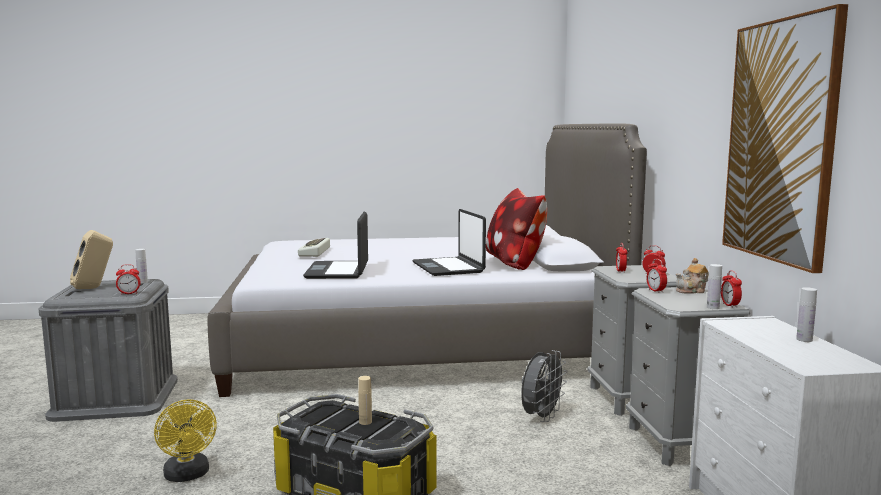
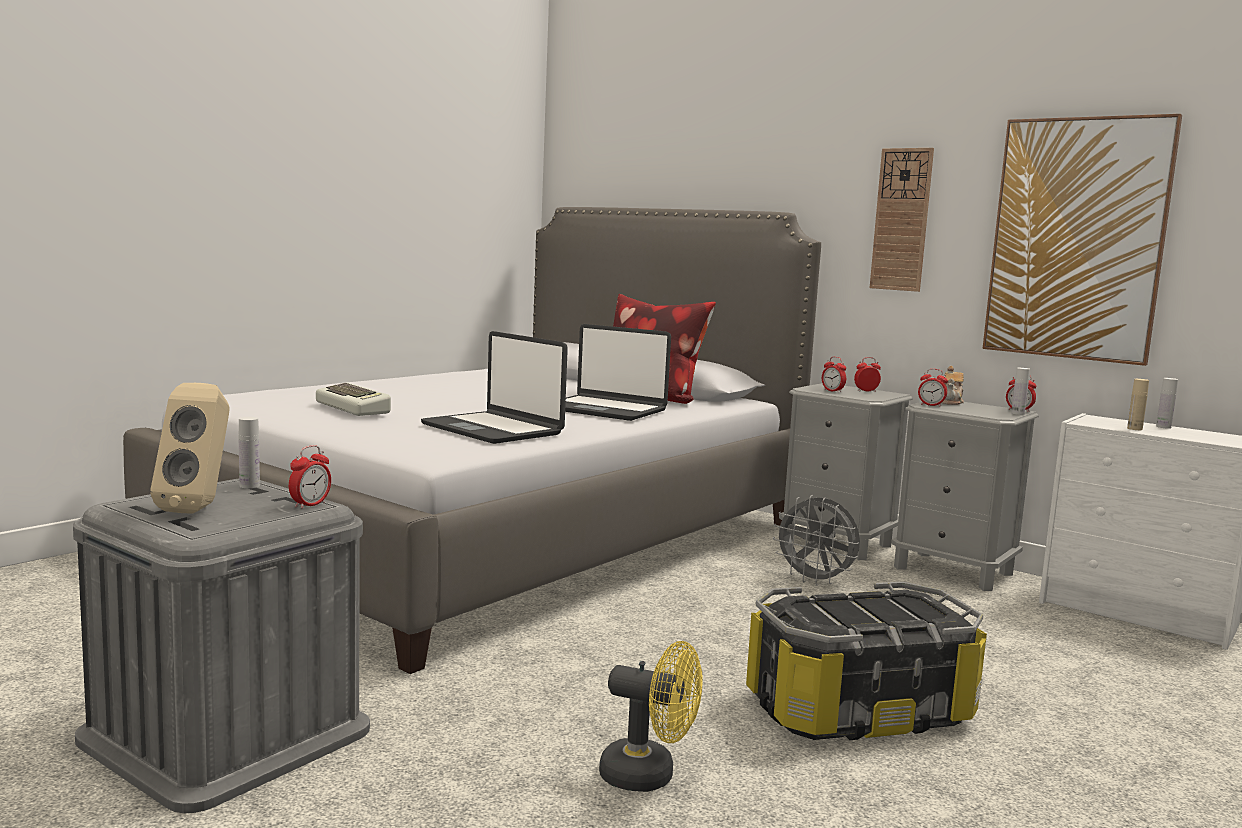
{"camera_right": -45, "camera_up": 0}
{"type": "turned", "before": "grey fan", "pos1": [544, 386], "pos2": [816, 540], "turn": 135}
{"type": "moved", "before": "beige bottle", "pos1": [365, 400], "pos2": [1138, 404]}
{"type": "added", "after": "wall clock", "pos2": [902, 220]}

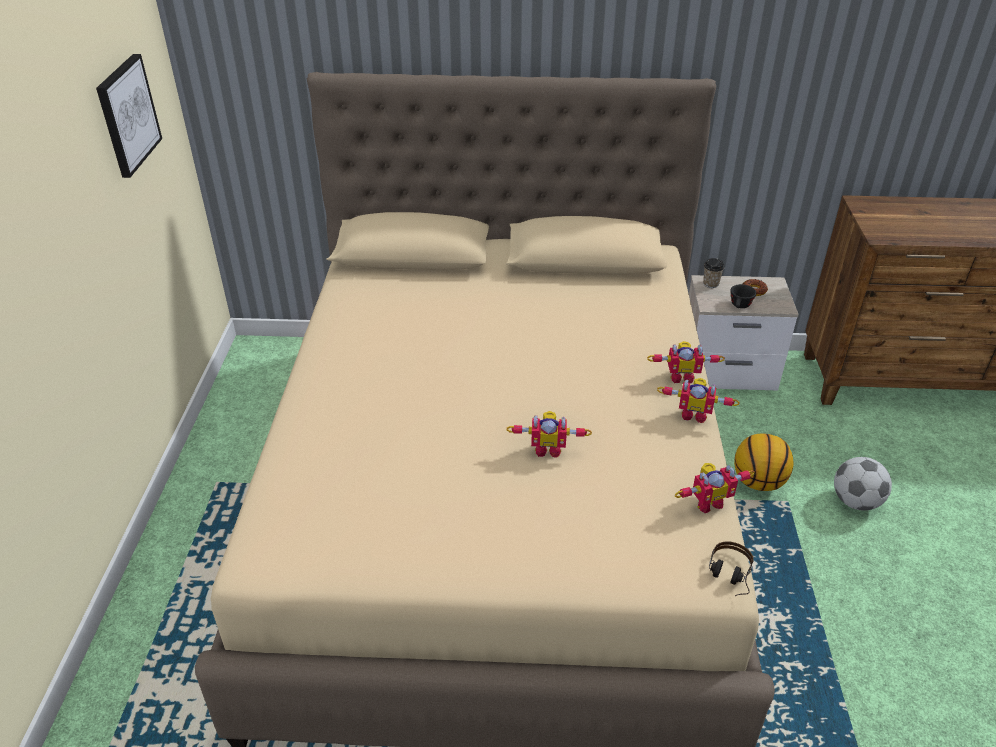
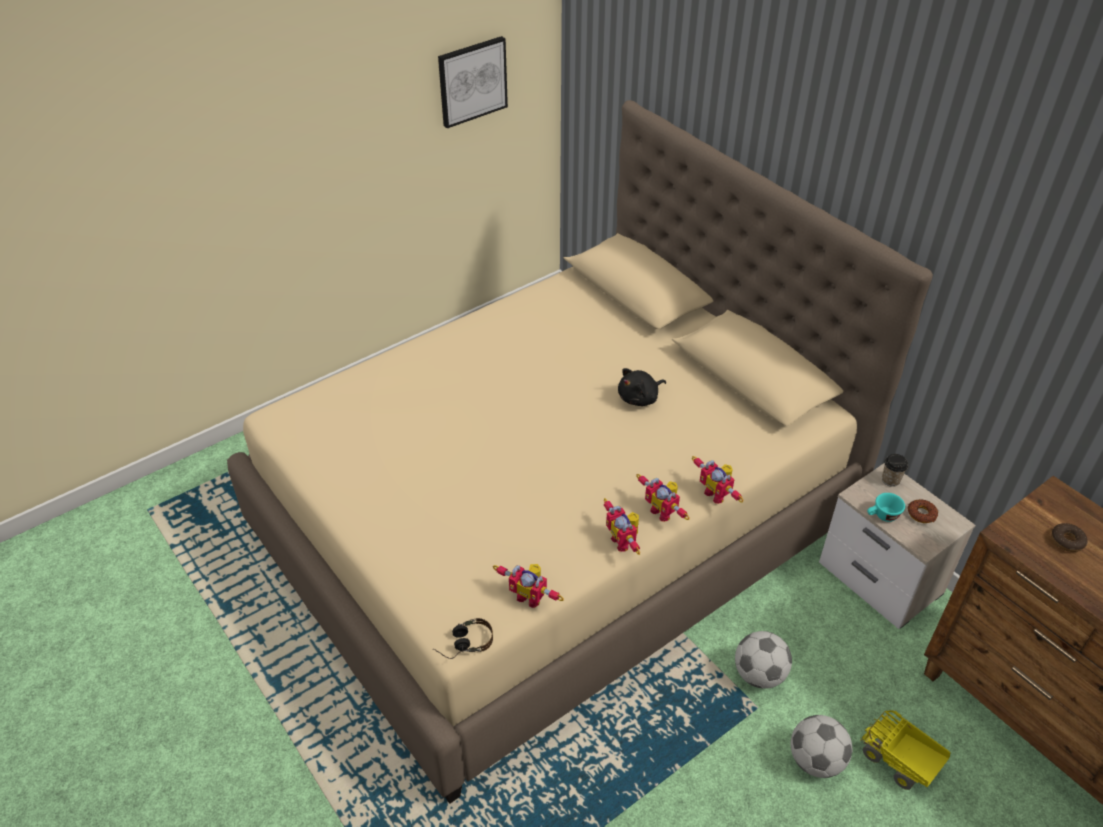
{"camera_right": 50, "camera_up": 5}
{"type": "recoloured", "before": "black cup", "after": "turquoise cup", "pos1": [743, 296], "pos2": [886, 507]}
{"type": "moved", "before": "toy robot", "pos1": [549, 434], "pos2": [718, 480]}
{"type": "replaced", "before": "basketball", "after": "football", "pos1": [763, 462], "pos2": [763, 660]}
{"type": "added", "after": "black plush toy", "pos2": [642, 387]}
{"type": "added", "after": "donut", "pos2": [1069, 537]}
{"type": "added", "after": "toy truck", "pos2": [905, 750]}

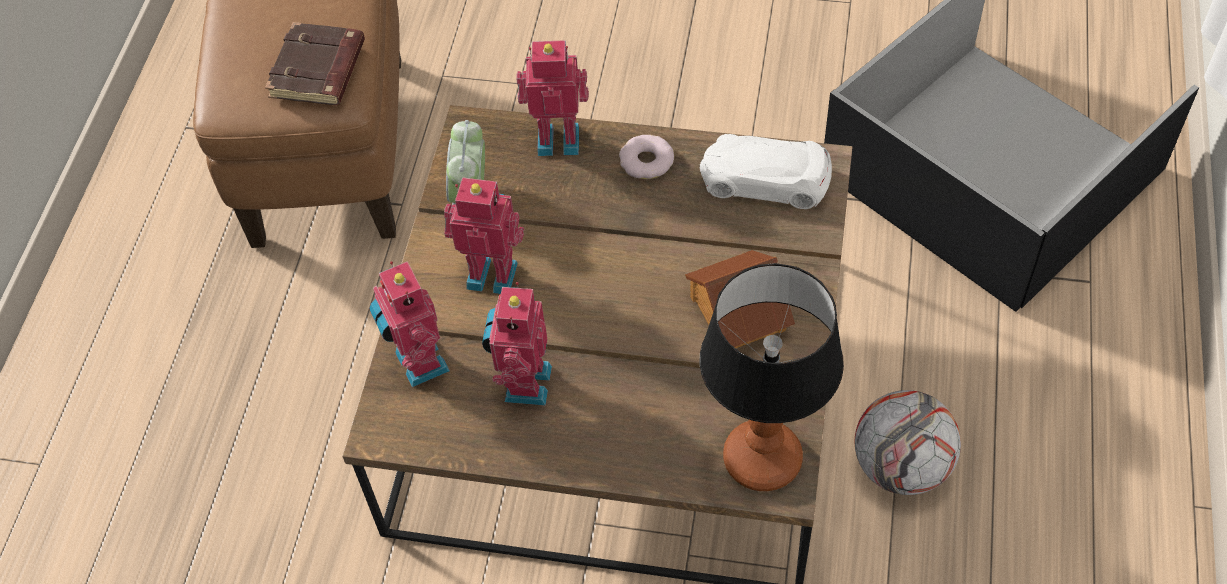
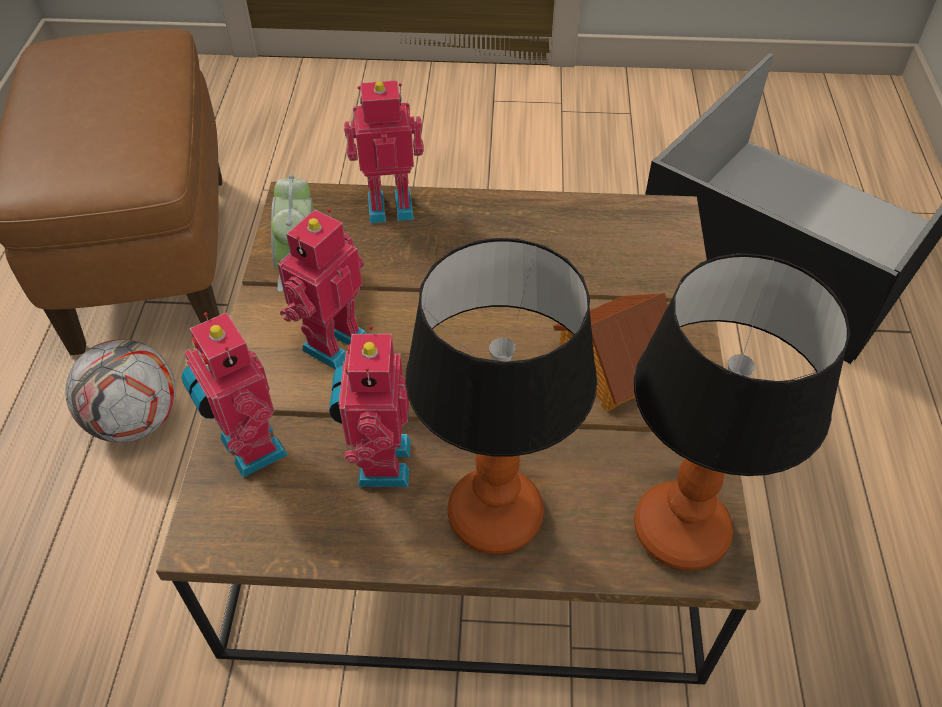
{"camera_right": -10, "camera_up": -5}
{"type": "removed", "before": "brown book", "pos1": [315, 63]}
{"type": "removed", "before": "white toy car", "pos1": [766, 171]}
{"type": "removed", "before": "donut", "pos1": [646, 157]}
{"type": "turned", "before": "toy robot", "pos1": [484, 235], "pos2": [321, 289], "turn": -60}
{"type": "moved", "before": "football", "pos1": [908, 442], "pos2": [120, 391]}
{"type": "added", "after": "table lamp", "pos2": [501, 396]}

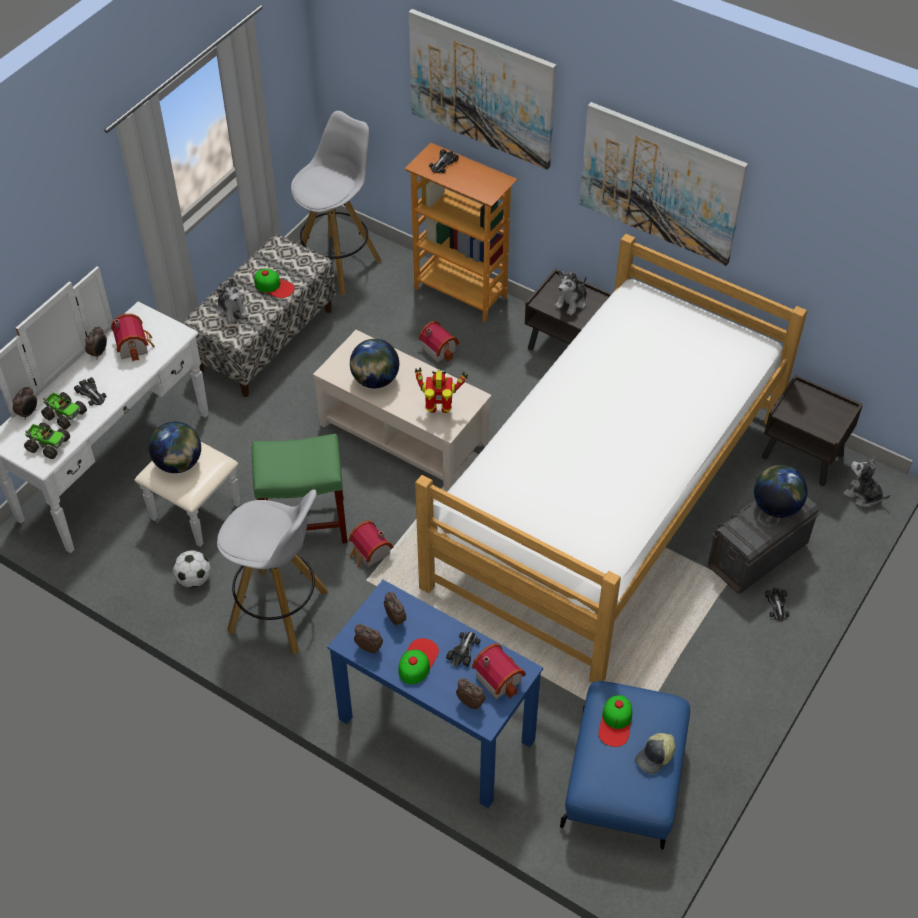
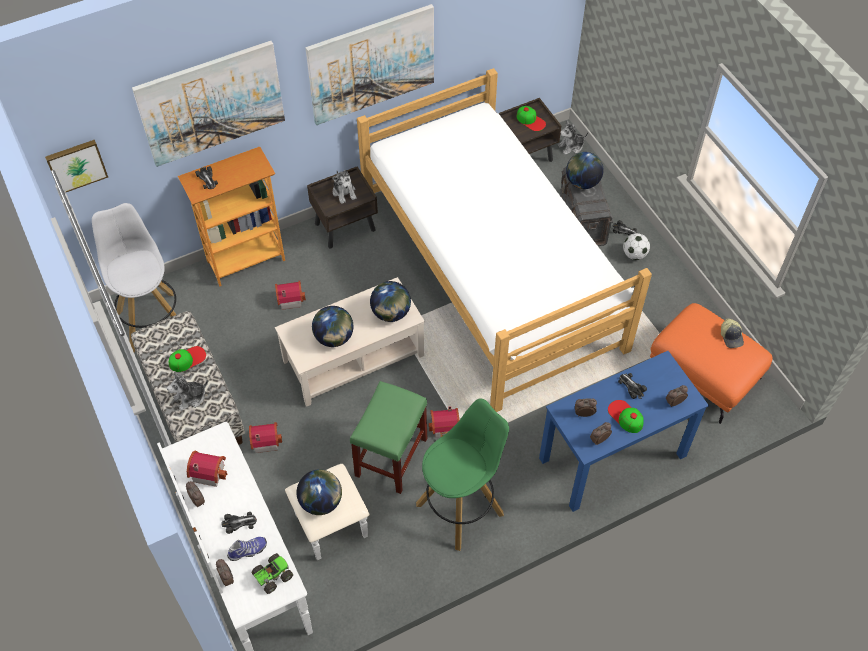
{"camera_right": -60, "camera_up": 5}
{"type": "turned", "before": "plush toy", "pos1": [232, 301], "pos2": [187, 391], "turn": 150}
{"type": "replaced", "before": "toy robot", "after": "globe", "pos1": [441, 390], "pos2": [390, 301]}
{"type": "replaced", "before": "toy truck", "after": "shoe", "pos1": [64, 411], "pos2": [247, 549]}
{"type": "recoloured", "before": "white stool", "after": "green stool", "pos1": [272, 571], "pos2": [462, 475]}
{"type": "moved", "before": "football", "pos1": [192, 569], "pos2": [636, 246]}
{"type": "moved", "before": "toy house", "pos1": [499, 671], "pos2": [265, 437]}
{"type": "recoloured", "before": "blue ottoman", "after": "orange ottoman", "pos1": [625, 765], "pos2": [711, 363]}
{"type": "moved", "before": "cap", "pos1": [615, 721], "pos2": [531, 118]}
{"type": "added", "after": "picture", "pos2": [76, 166]}

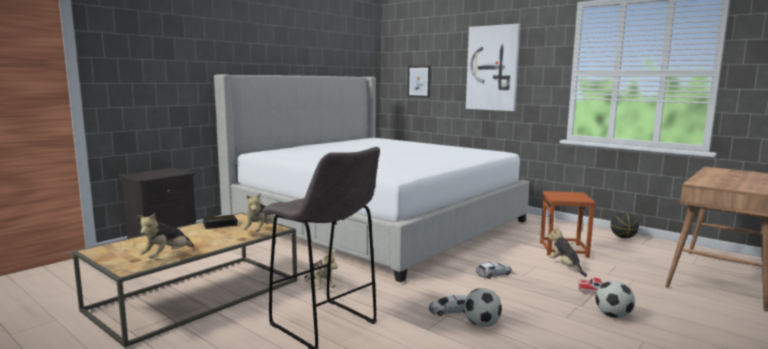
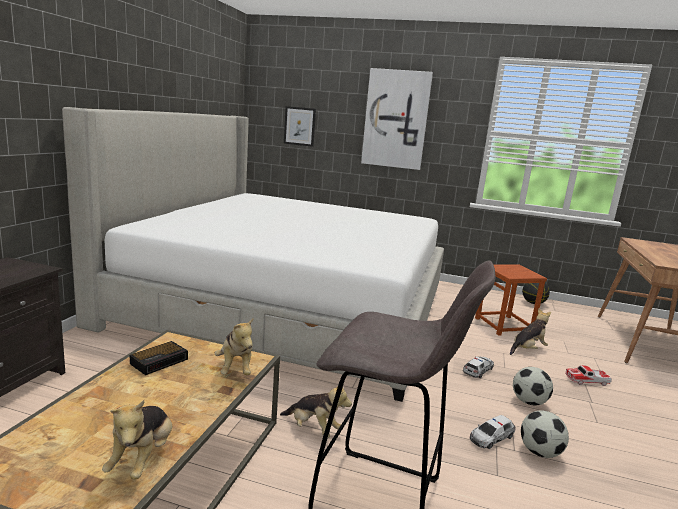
{"camera_right": -25, "camera_up": 5}
{"type": "turned", "before": "plush toy", "pos1": [567, 251], "pos2": [530, 331], "turn": 105}
{"type": "moved", "before": "football", "pos1": [615, 299], "pos2": [533, 386]}

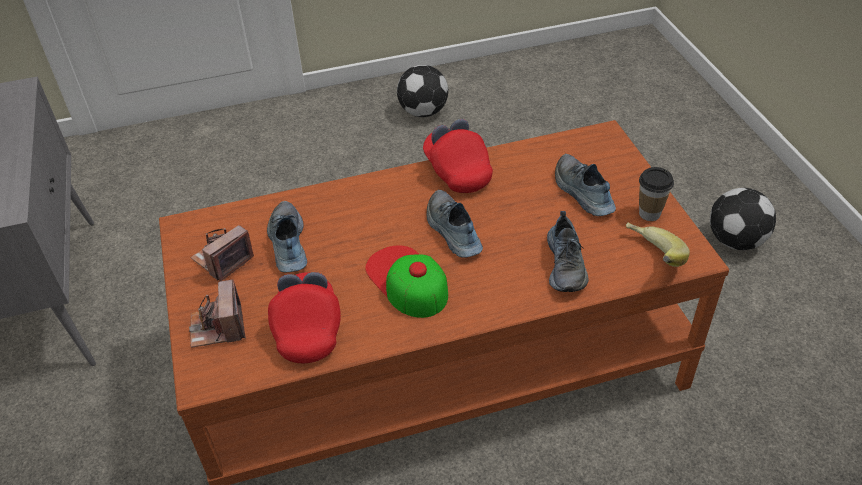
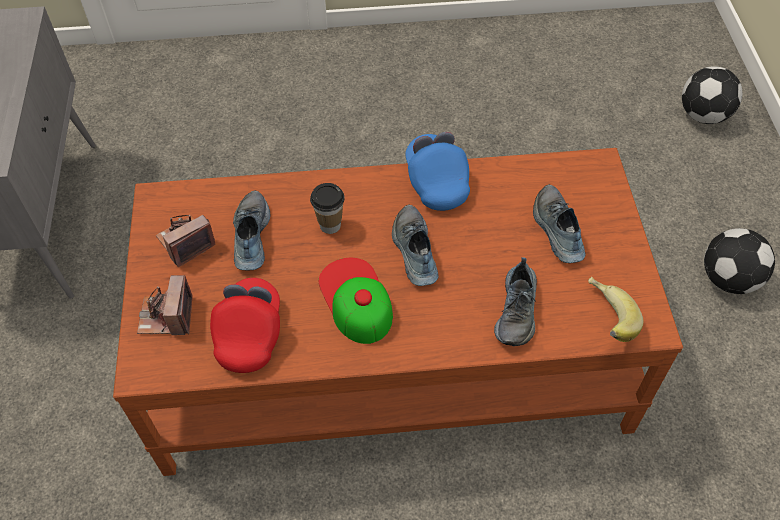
{"camera_right": 10, "camera_up": 10}
{"type": "moved", "before": "football", "pos1": [422, 91], "pos2": [712, 95]}
{"type": "recoloured", "before": "red cap", "after": "blue cap", "pos1": [458, 156], "pos2": [437, 171]}
{"type": "moved", "before": "cup", "pos1": [656, 194], "pos2": [327, 208]}

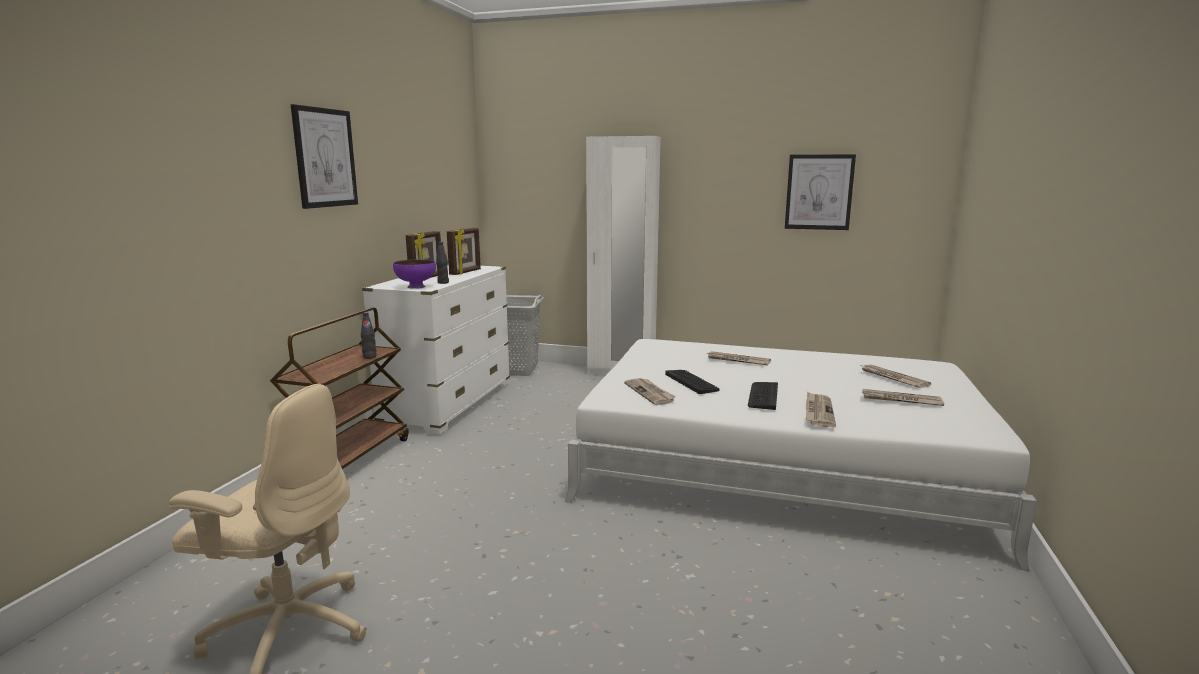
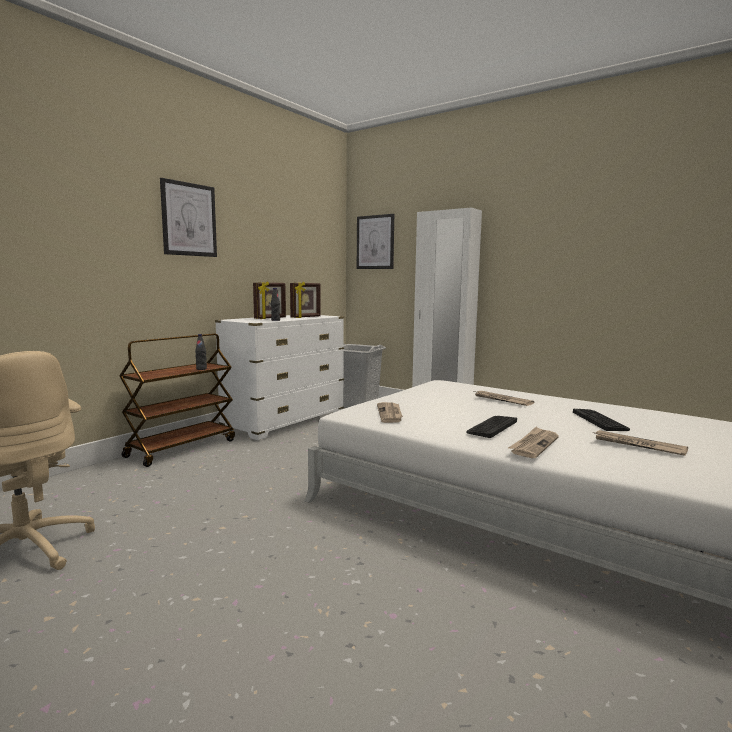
{"camera_right": 20, "camera_up": -5}
{"type": "moved", "before": "picture", "pos1": [820, 192], "pos2": [375, 241]}
{"type": "removed", "before": "purple bowl", "pos1": [414, 274]}
{"type": "removed", "before": "newspaper", "pos1": [896, 376]}
{"type": "moved", "before": "keyboard", "pos1": [692, 382], "pos2": [601, 420]}

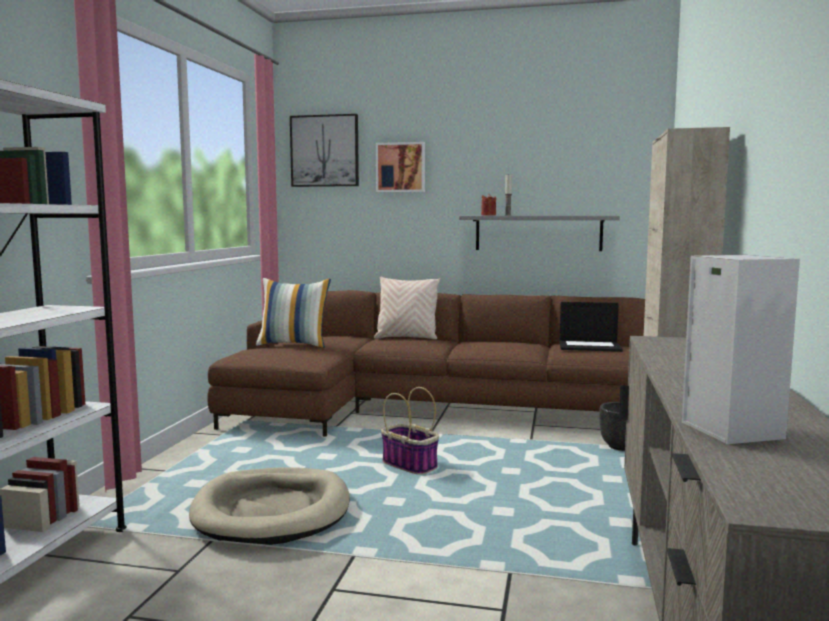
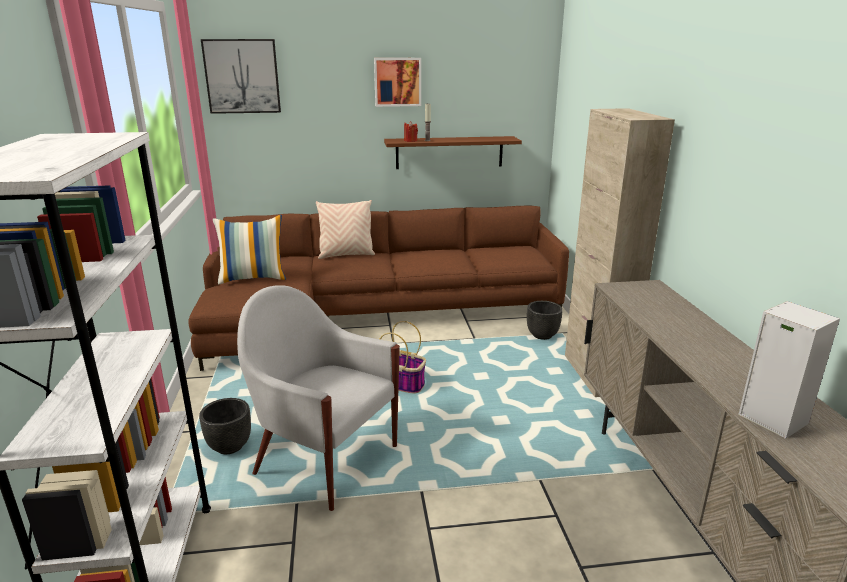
{"camera_right": -20, "camera_up": 15}
{"type": "moved", "before": "picture", "pos1": [400, 167], "pos2": [397, 82]}
{"type": "recoloured", "before": "grey shelf", "after": "brown shelf", "pos1": [539, 233], "pos2": [453, 152]}
{"type": "removed", "before": "laptop", "pos1": [591, 327]}
{"type": "replaced", "before": "beige dog bed", "after": "white armchair", "pos1": [269, 506], "pos2": [318, 398]}
{"type": "added", "after": "black planter", "pos2": [225, 426]}

